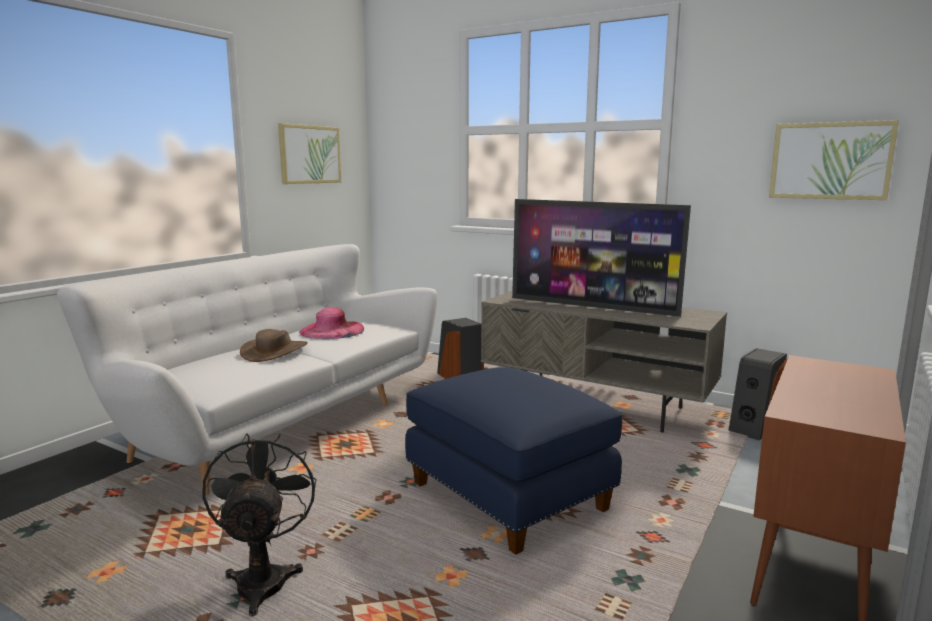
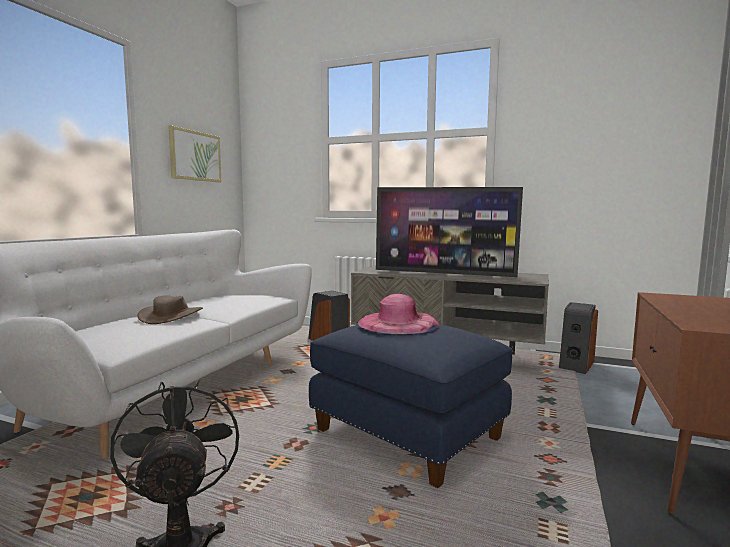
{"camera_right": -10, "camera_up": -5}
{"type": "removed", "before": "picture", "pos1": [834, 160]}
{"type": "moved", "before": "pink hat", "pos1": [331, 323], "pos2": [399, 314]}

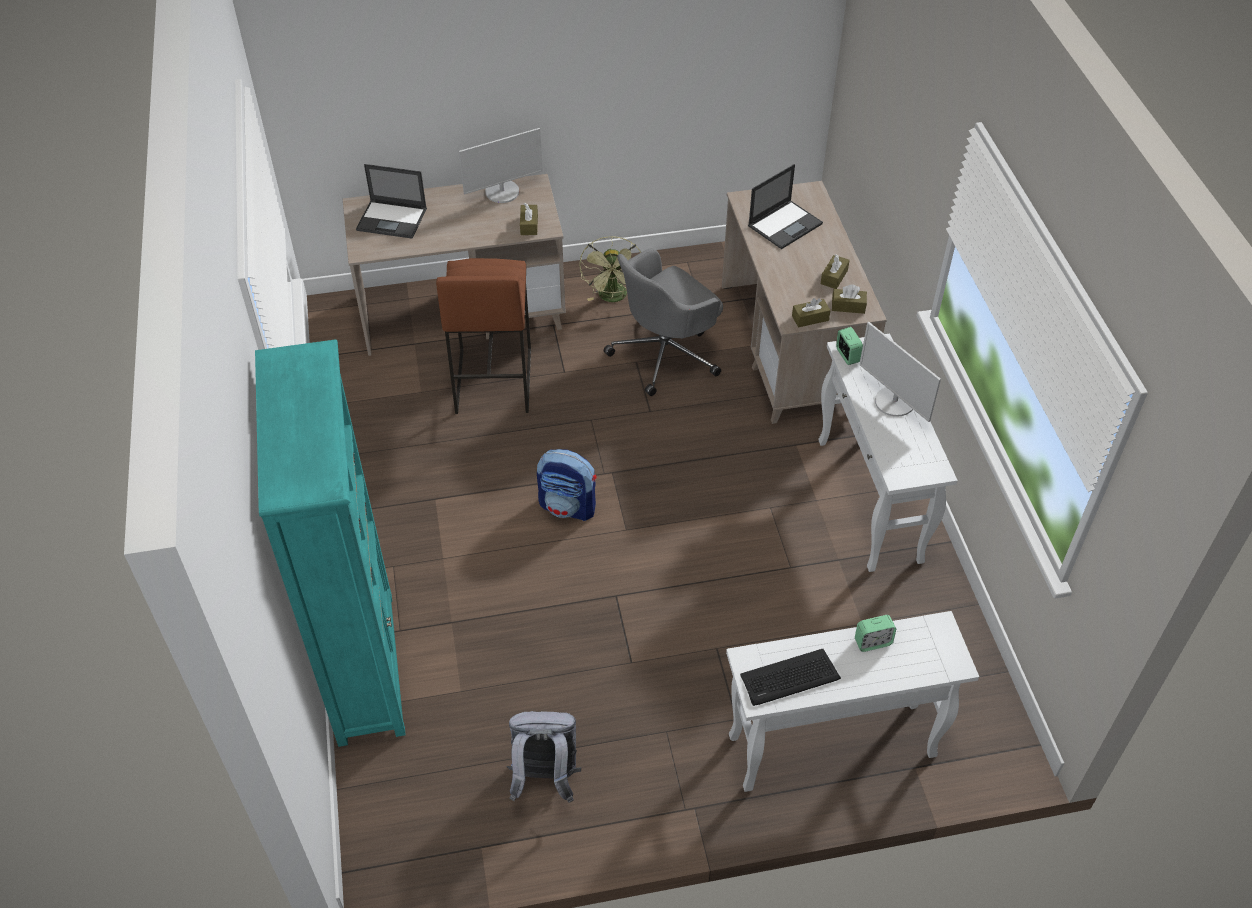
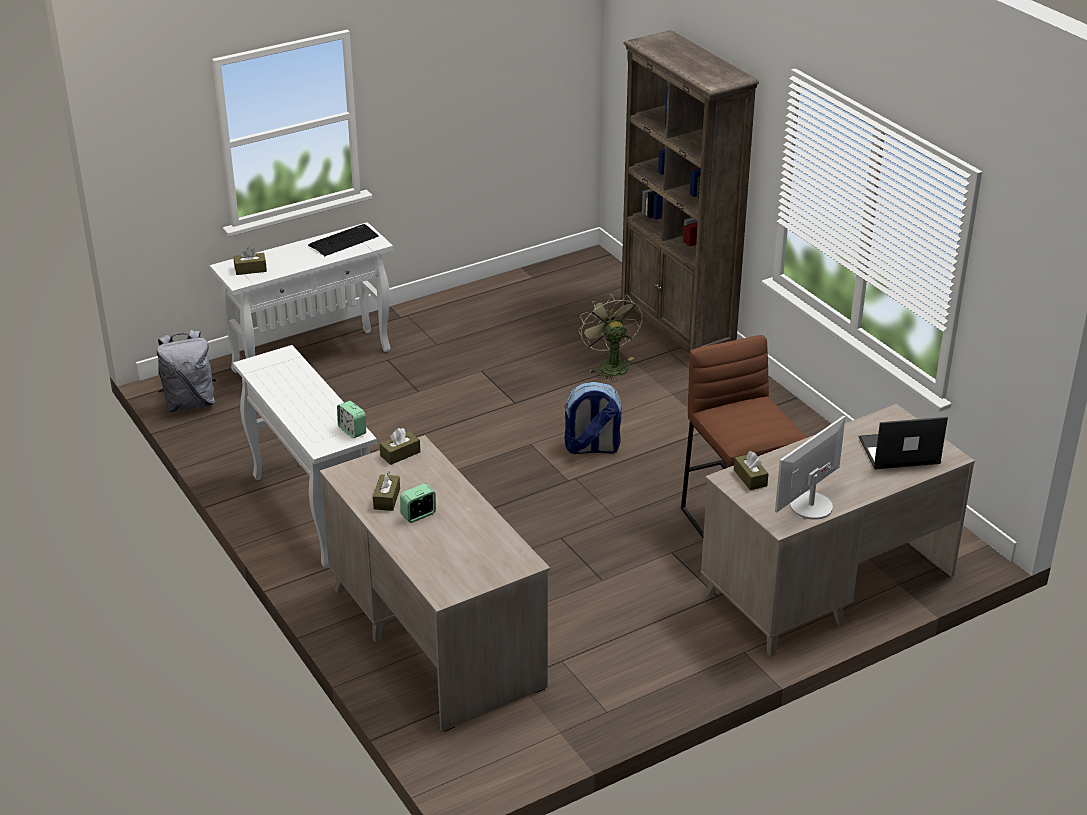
{"camera_right": 160, "camera_up": -15}
{"type": "removed", "before": "laptop", "pos1": [785, 206]}
{"type": "moved", "before": "green fan", "pos1": [610, 269], "pos2": [611, 338]}
{"type": "removed", "before": "grey office chair", "pos1": [663, 322]}
{"type": "moved", "before": "brown tissue box", "pos1": [849, 299], "pos2": [250, 261]}
{"type": "removed", "before": "monitor", "pos1": [900, 372]}
{"type": "recoloured", "before": "turquoise bookcase", "after": "brown bookcase", "pos1": [330, 543], "pos2": [689, 192]}
{"type": "moved", "before": "alarm clock", "pos1": [875, 633], "pos2": [418, 503]}
{"type": "moved", "before": "grey backpack", "pos1": [544, 757], "pos2": [186, 371]}

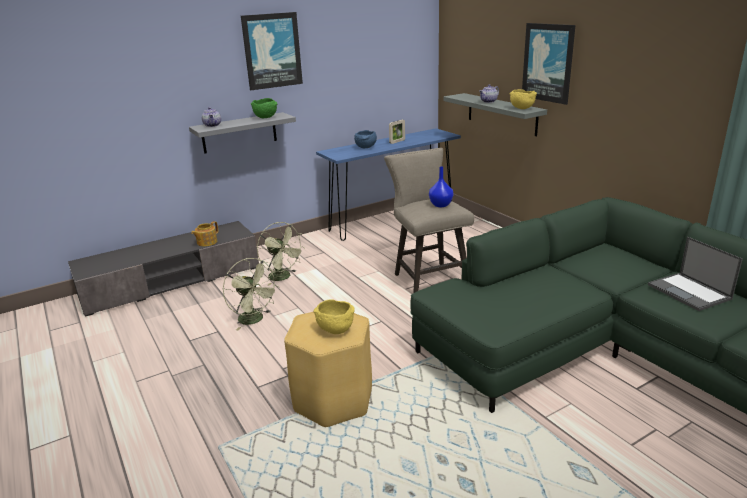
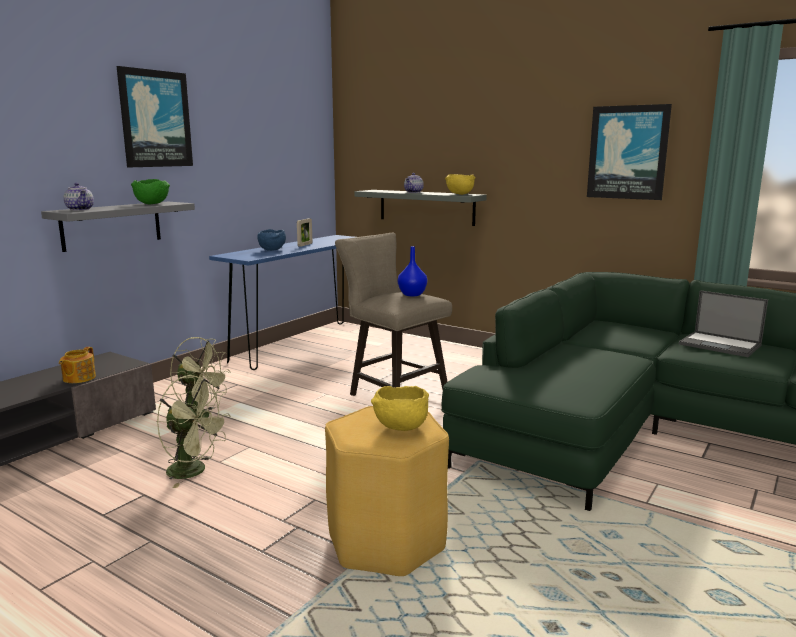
{"camera_right": -25, "camera_up": -10}
{"type": "moved", "before": "picture", "pos1": [549, 64], "pos2": [629, 152]}

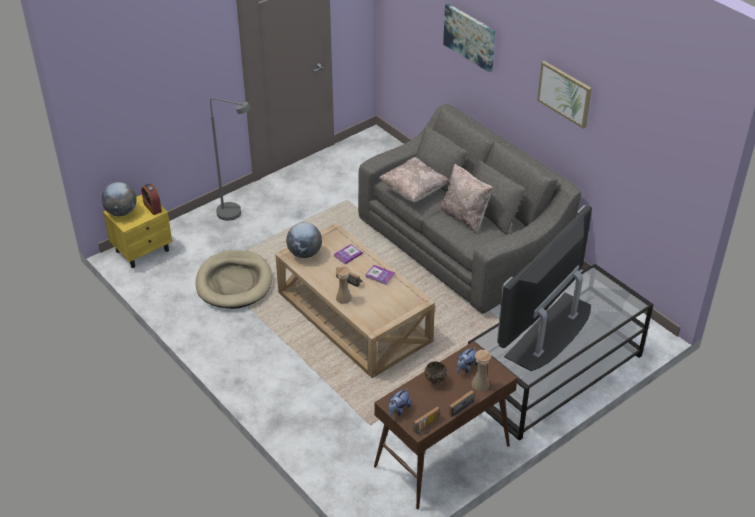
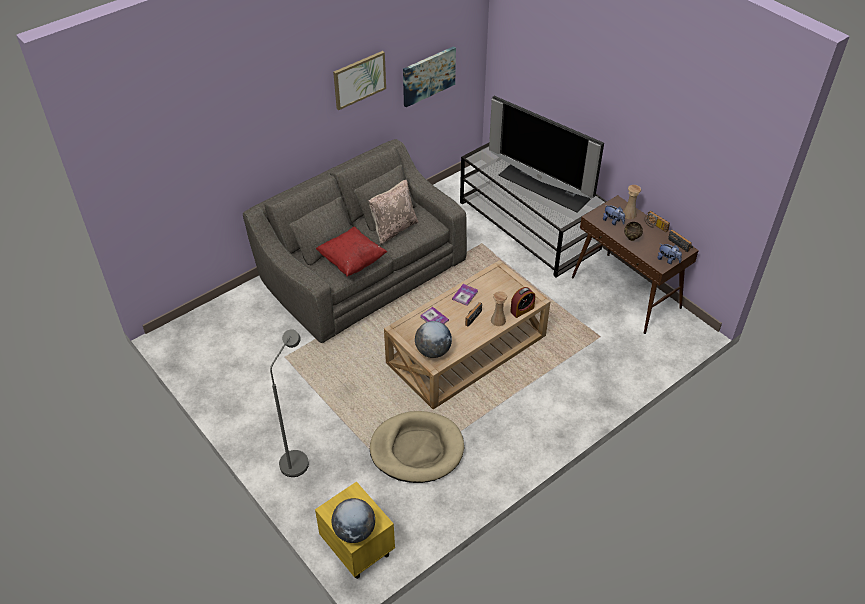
{"camera_right": -90, "camera_up": 5}
{"type": "moved", "before": "picture", "pos1": [469, 38], "pos2": [429, 76]}
{"type": "recoloured", "before": "beige pillow", "after": "red pillow", "pos1": [413, 179], "pos2": [351, 251]}
{"type": "moved", "before": "alarm clock", "pos1": [151, 199], "pos2": [522, 302]}

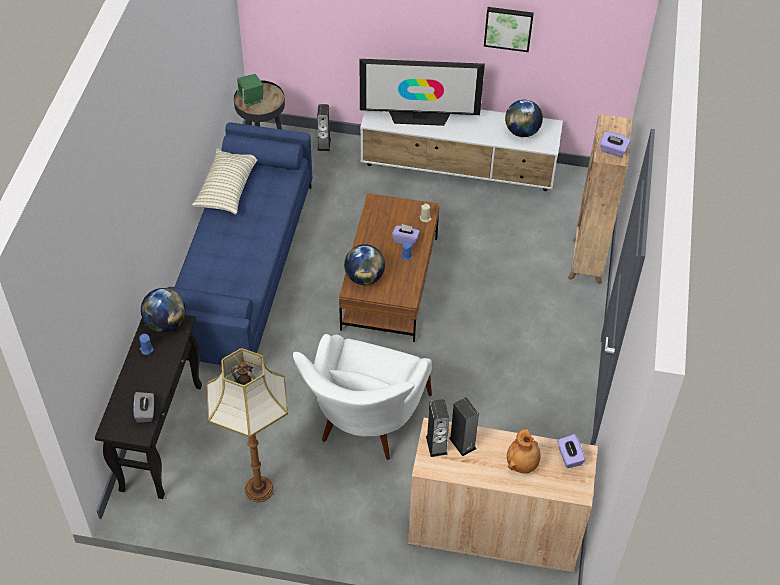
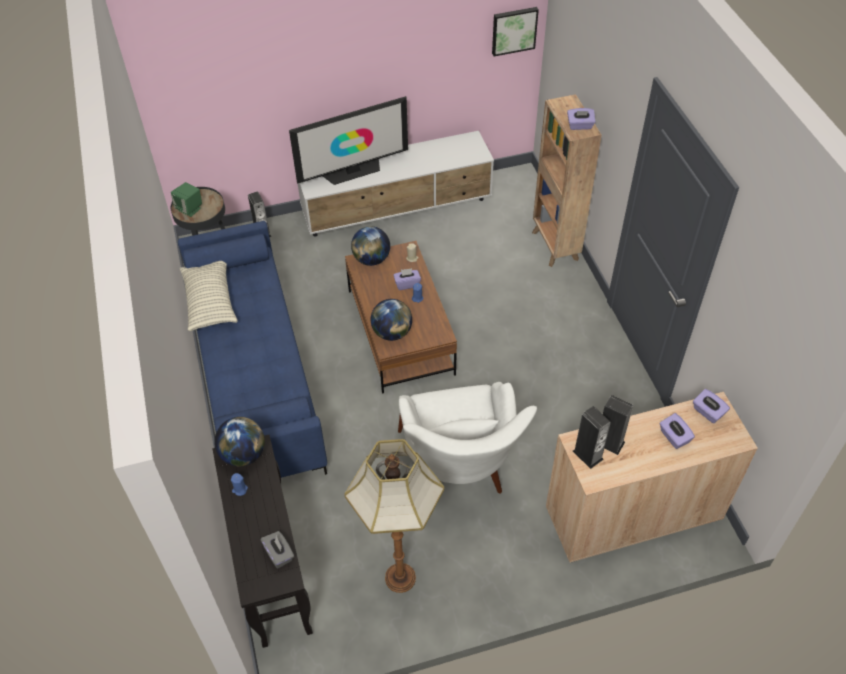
{"camera_right": -25, "camera_up": 0}
{"type": "moved", "before": "picture", "pos1": [509, 29], "pos2": [515, 31]}
{"type": "moved", "before": "globe", "pos1": [524, 118], "pos2": [370, 246]}
{"type": "replaced", "before": "brown vase", "after": "purple tissue box", "pos1": [524, 451], "pos2": [677, 431]}

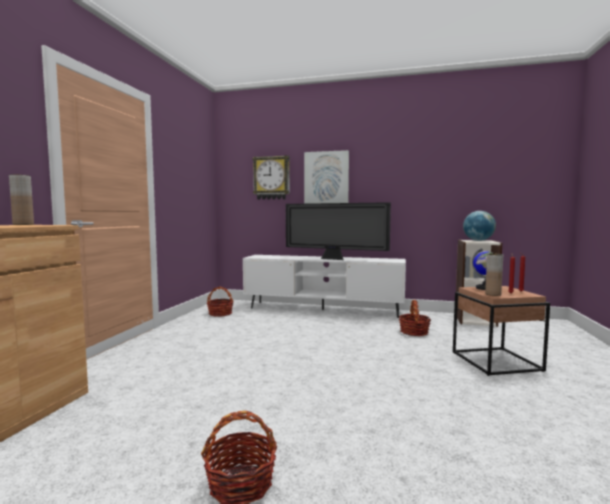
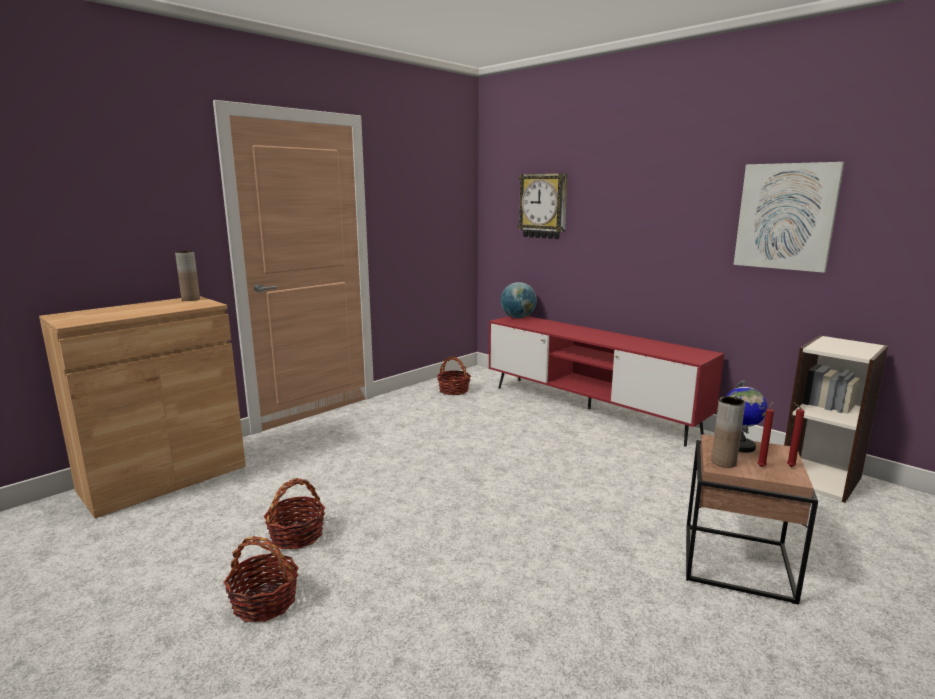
{"camera_right": 30, "camera_up": 10}
{"type": "moved", "before": "picture", "pos1": [326, 177], "pos2": [789, 217]}
{"type": "removed", "before": "television", "pos1": [338, 231]}
{"type": "moved", "before": "globe", "pos1": [479, 226], "pos2": [519, 300]}
{"type": "recoloured", "before": "white tv stand", "after": "red tv stand", "pos1": [324, 286], "pos2": [606, 381]}
{"type": "moved", "before": "basket", "pos1": [415, 318], "pos2": [294, 514]}

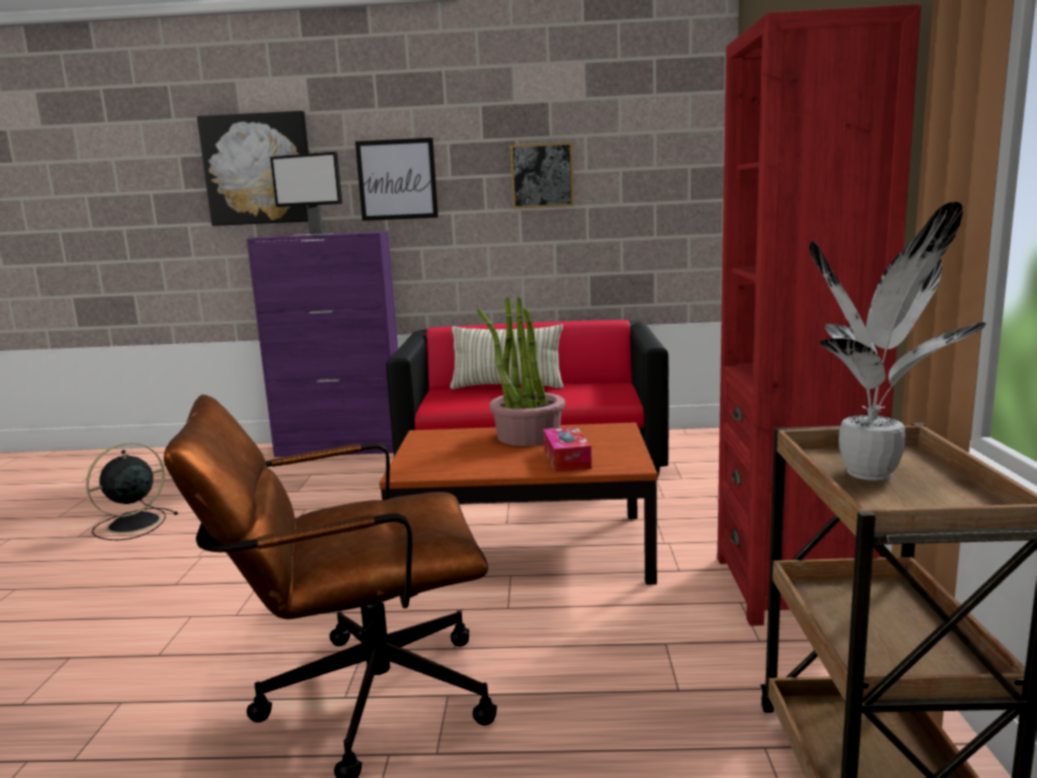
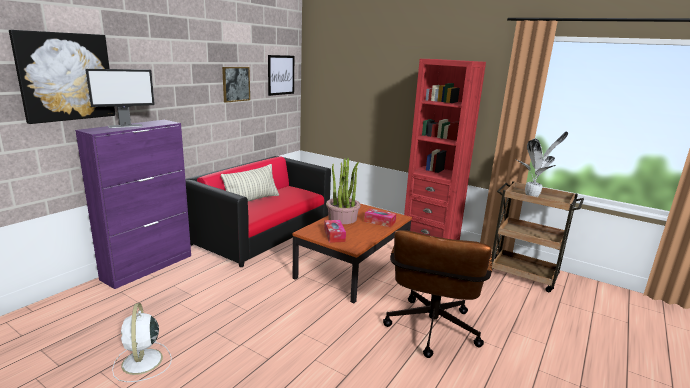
{"camera_right": -60, "camera_up": 5}
{"type": "moved", "before": "picture", "pos1": [396, 179], "pos2": [281, 75]}
{"type": "recoloured", "before": "black fan", "after": "white fan", "pos1": [132, 491], "pos2": [142, 342]}
{"type": "added", "after": "tissue box", "pos2": [335, 231]}

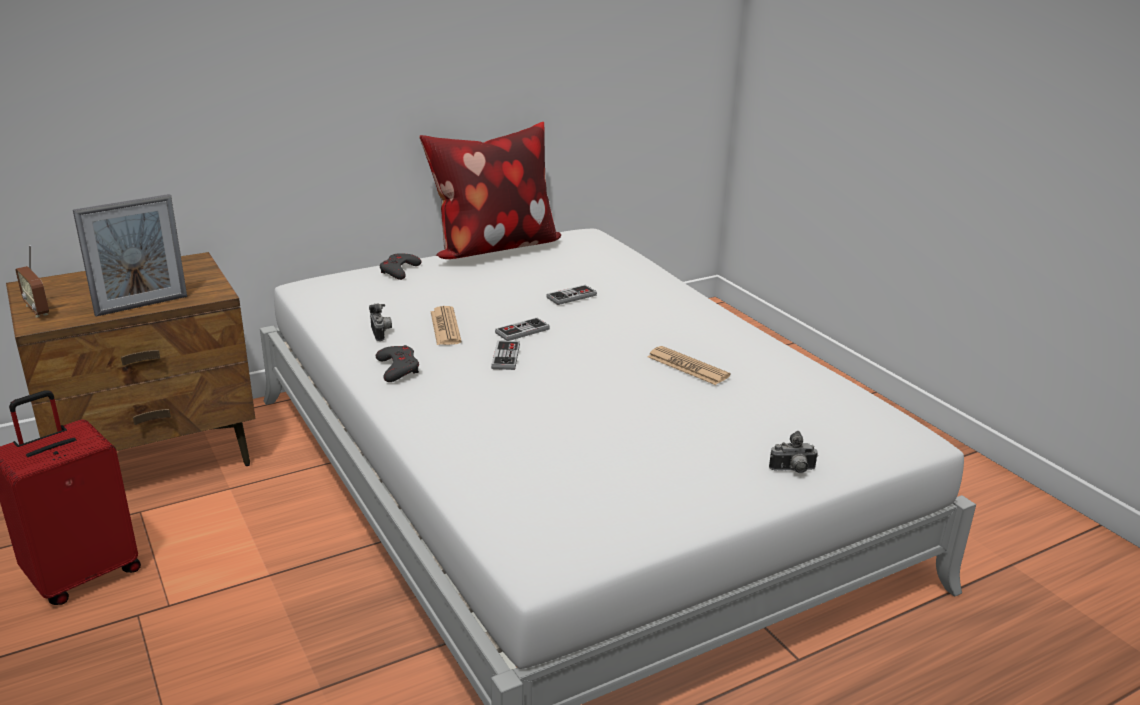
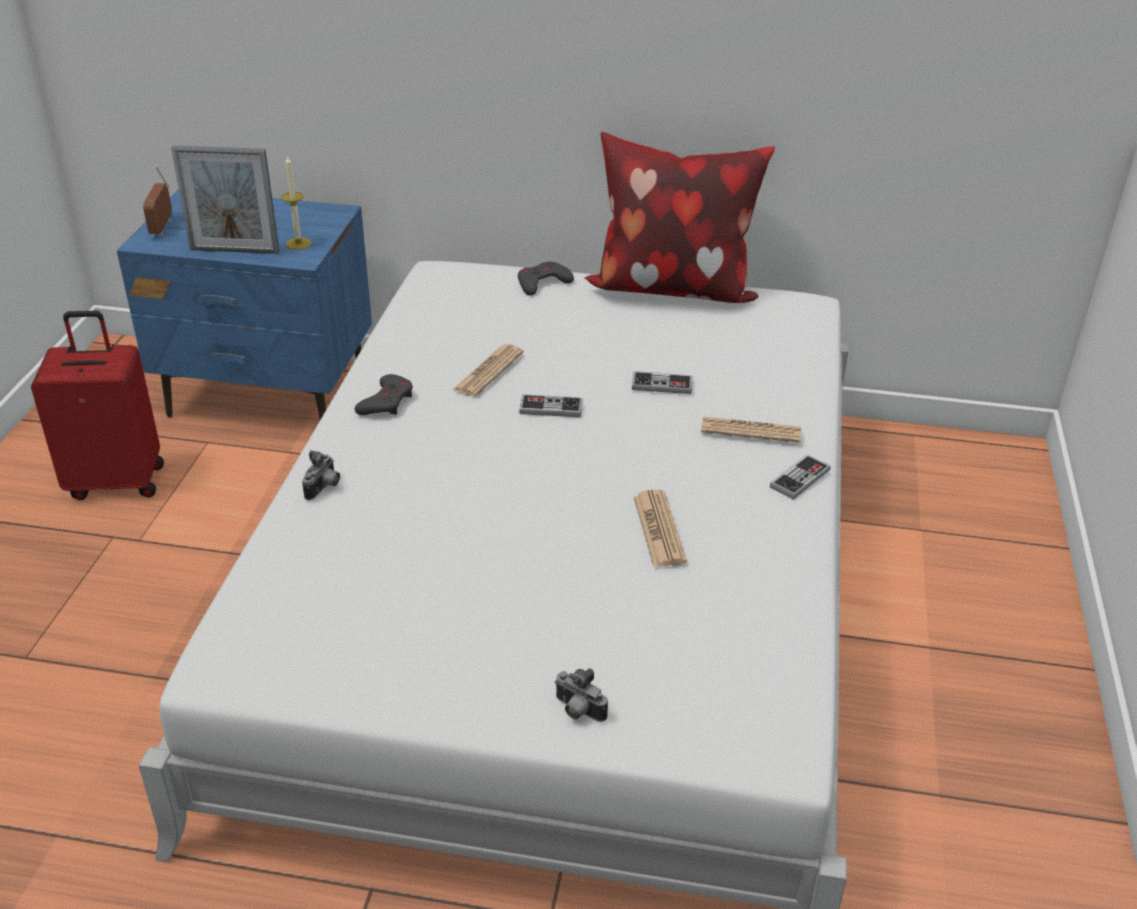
{"camera_right": 40, "camera_up": 10}
{"type": "recoloured", "before": "brown nightstand", "after": "blue nightstand", "pos1": [130, 359], "pos2": [244, 304]}
{"type": "moved", "before": "photo camera", "pos1": [380, 322], "pos2": [321, 475]}
{"type": "moved", "before": "game controller", "pos1": [505, 355], "pos2": [800, 477]}
{"type": "added", "after": "candle", "pos2": [296, 202]}
{"type": "added", "after": "newspaper", "pos2": [751, 429]}

